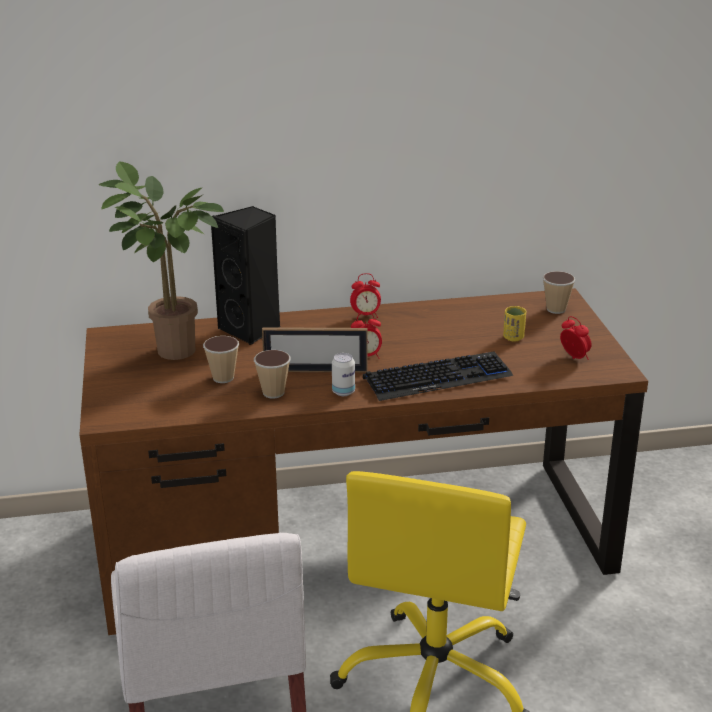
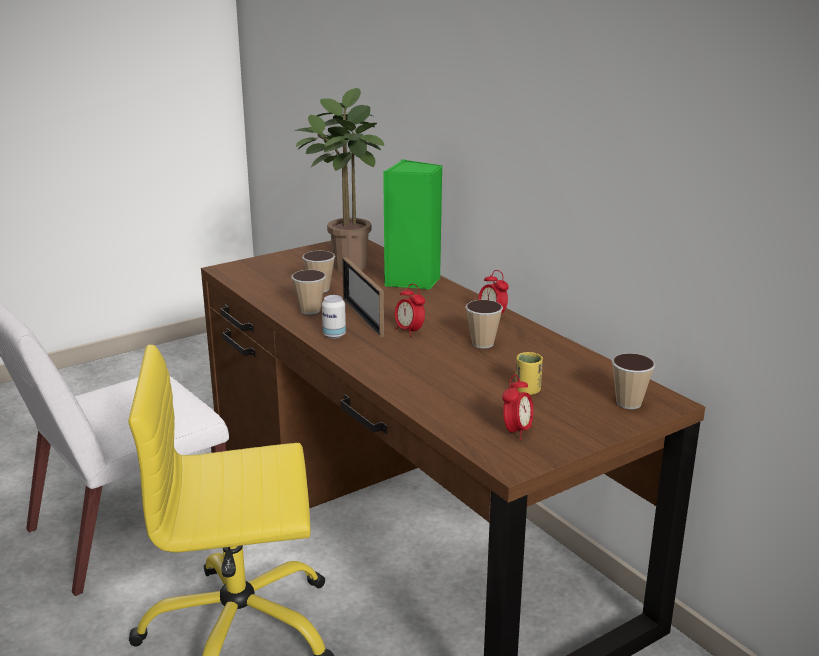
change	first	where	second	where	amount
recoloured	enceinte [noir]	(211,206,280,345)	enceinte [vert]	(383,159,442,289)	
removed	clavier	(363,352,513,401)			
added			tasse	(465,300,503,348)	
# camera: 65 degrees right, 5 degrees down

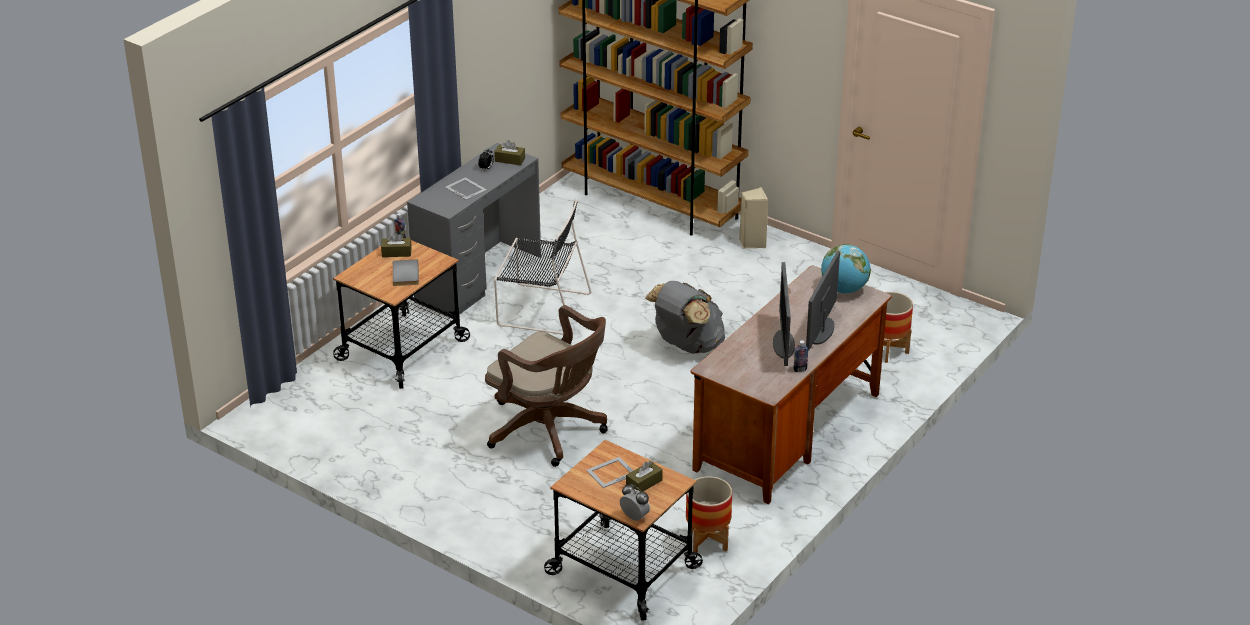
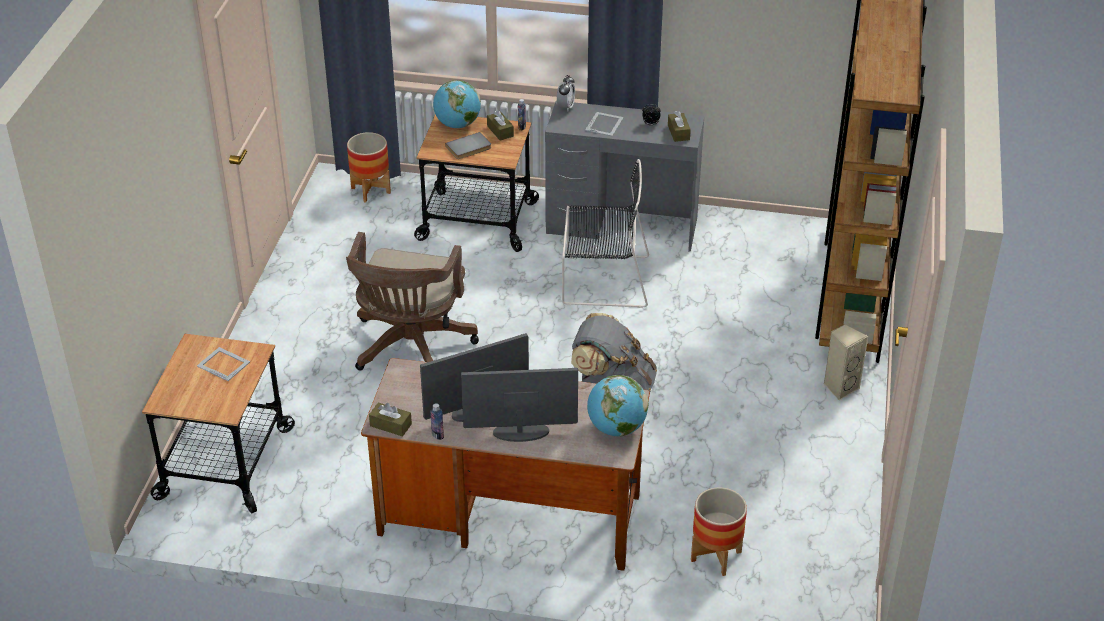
change	first	where	second	where	amount
turned	chaise [noir]	(494,198,591,334)		(562,159,649,308)	75 degrees counterclockwise
moved	réveil	(620,484,650,521)		(557,75,575,111)	
moved	boîte à mouchoirs [marron]	(626,460,663,492)		(369,402,412,437)	
moved	cache-pot	(686,476,732,553)		(347,132,391,203)	
added			globe	(433,80,481,128)	
# camera: 65 degrees right, 5 degrees up

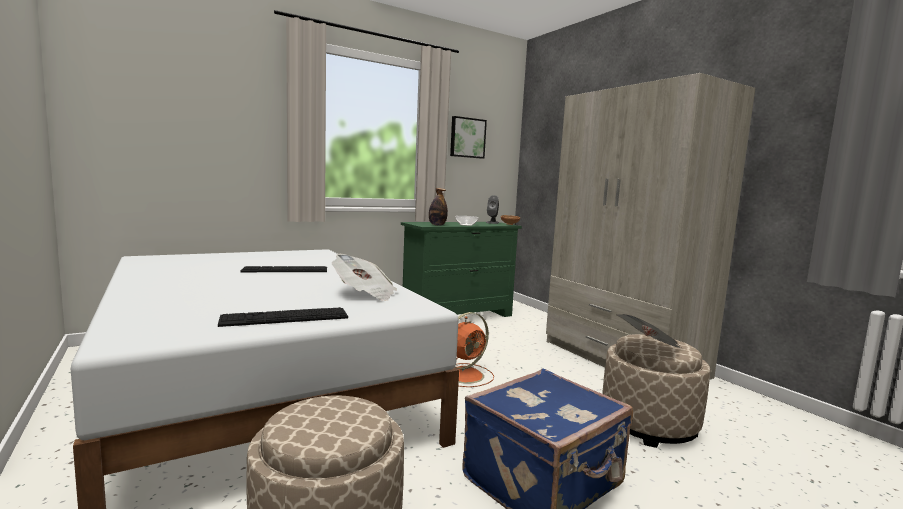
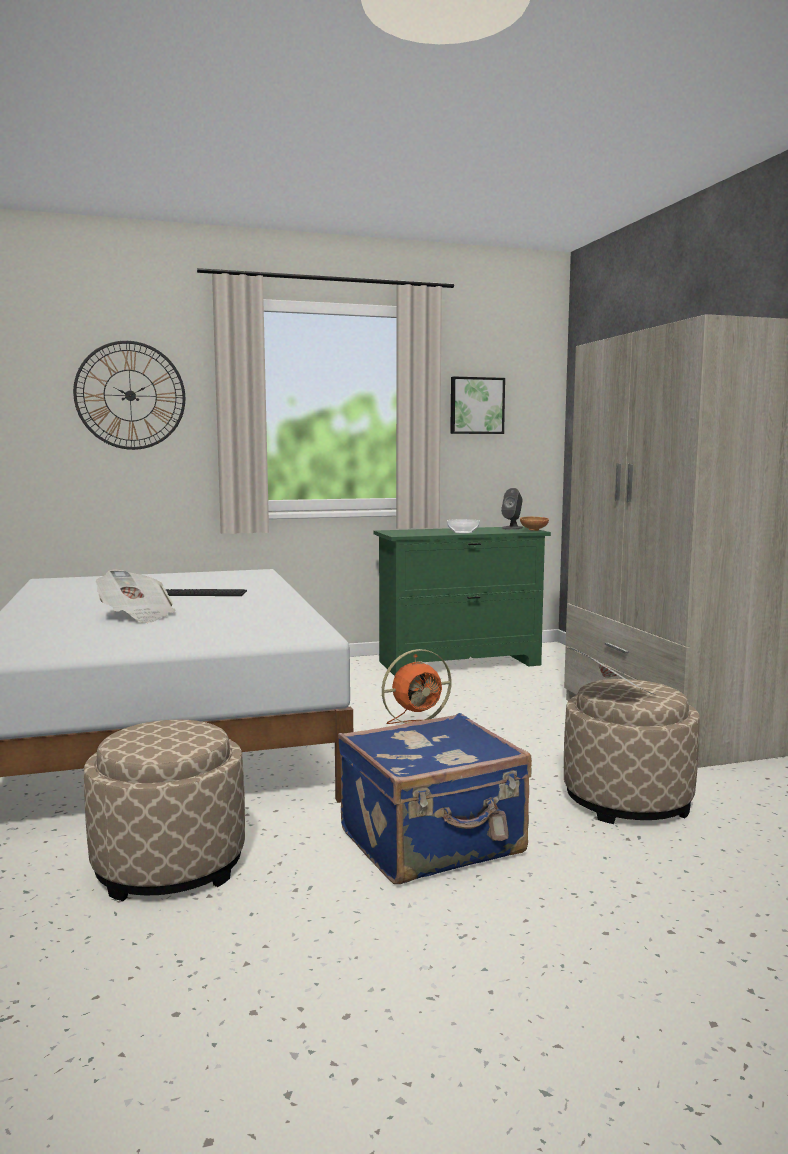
change	first	where	second	where	amount
removed	clavier	(218,307,348,327)			
moved	journal	(332,254,397,301)		(95,569,176,623)	
removed	bouteille	(429,188,448,226)			
added			horloge murale	(73,341,185,450)	
# camera: 15 degrees right, 0 degrees up

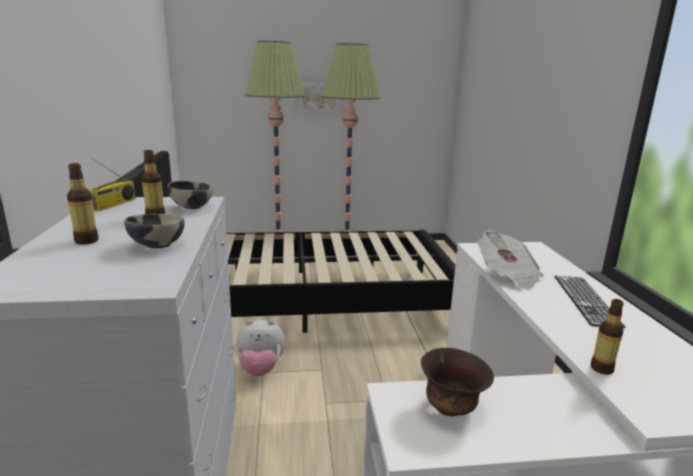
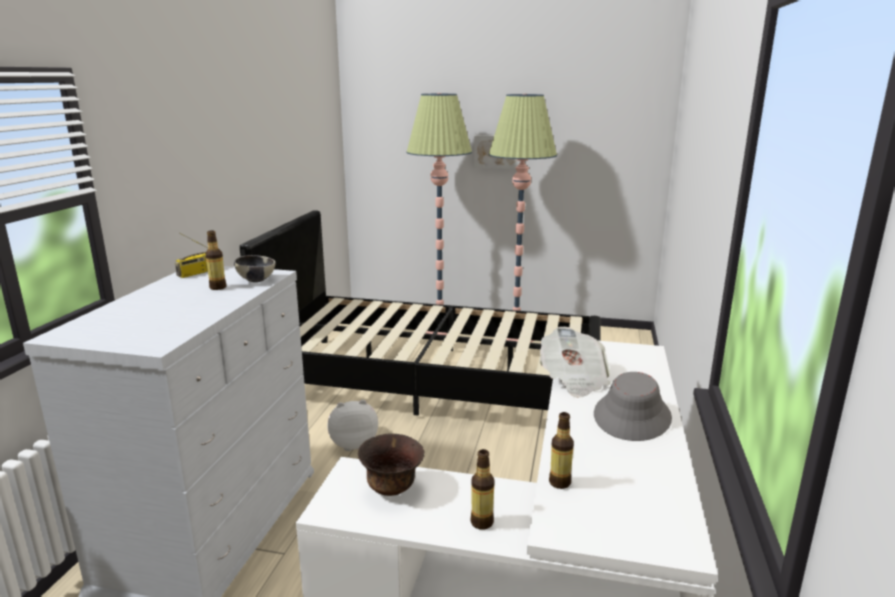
change	first	where	second	where	amount
moved	bouteille	(67,163,99,245)		(470,449,494,530)	
removed	bol	(124,214,185,248)			
turned	peluche	(236,320,285,376)		(327,400,378,451)	150 degrees clockwise
replaced	clavier	(554,276,626,328)	chapeau [gris]	(594,372,672,441)	
# camera: 20 degrees right, 0 degrees up

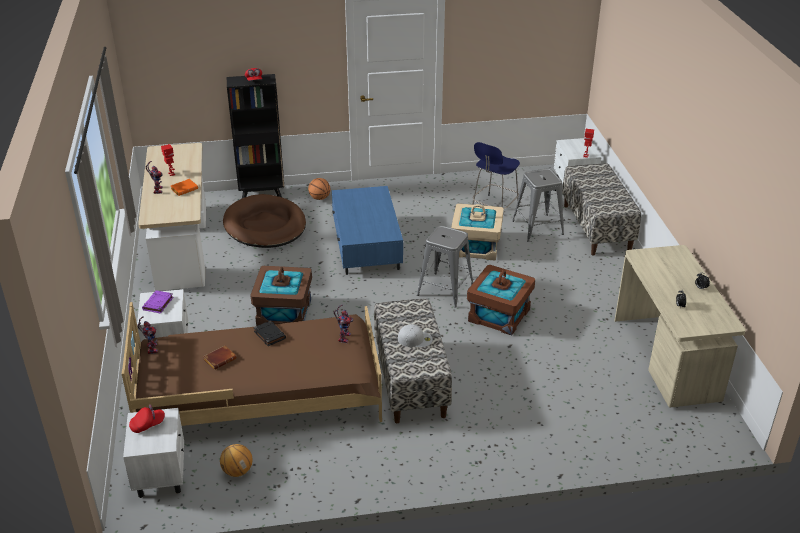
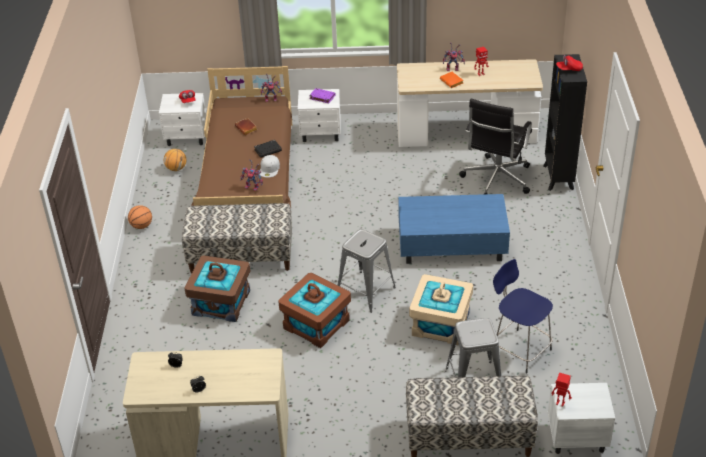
change	first	where	second	where	amount
replaced	panier pour chien [marron]	(223,194,306,248)	chaise de bureau [noir]	(459,99,532,194)	
moved	boîte de rangement [marron]	(250,266,312,326)		(185,255,250,322)	
moved	ballon de basket	(308,178,330,200)		(128,205,152,229)	
moved	casquette [blanc]	(398,324,433,347)		(259,155,280,178)	
# camera: 100 degrees right, 5 degrees up

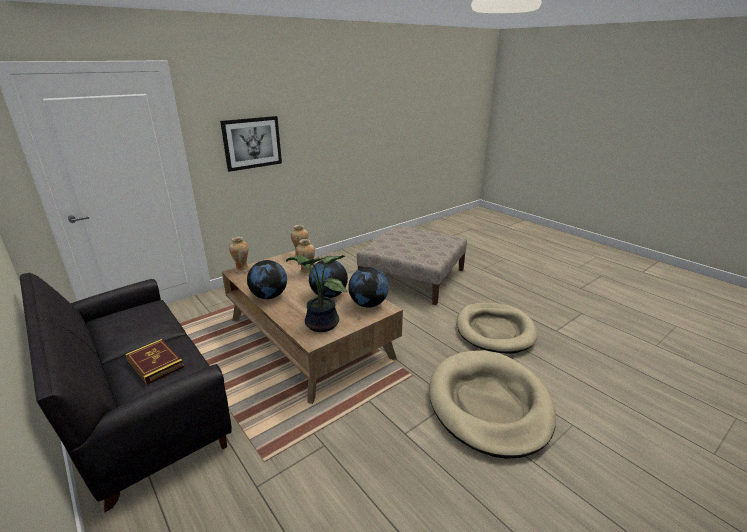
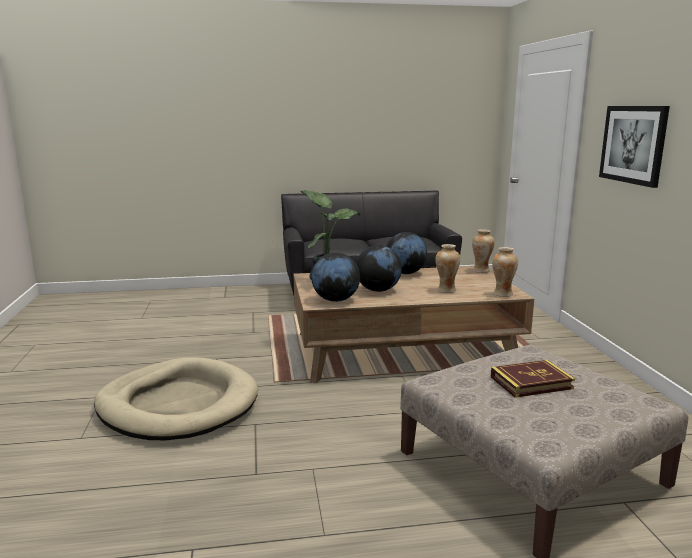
change	first	where	second	where	amount
moved	livre	(126,339,184,385)		(491,360,575,398)	
removed	panier pour chien [beige]	(457,303,537,354)			
# camera: 120 degrees right, 10 degrees down

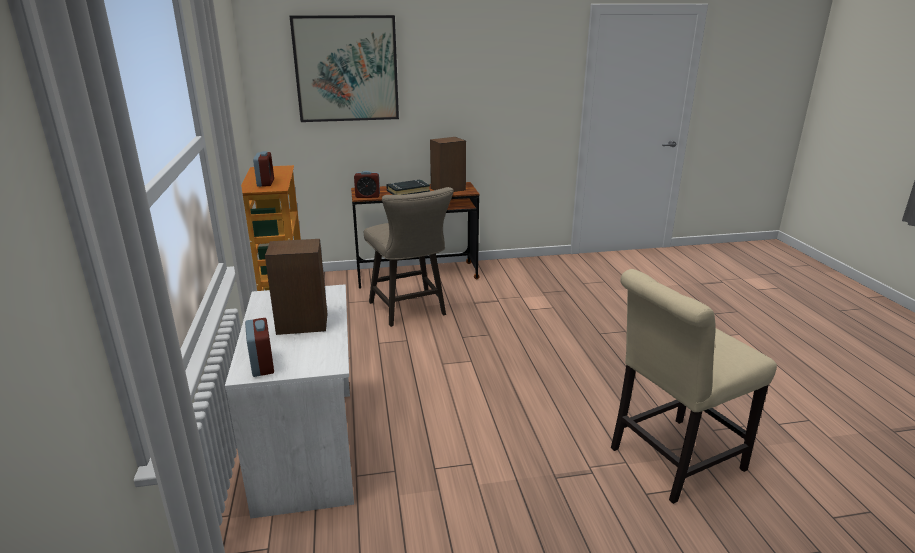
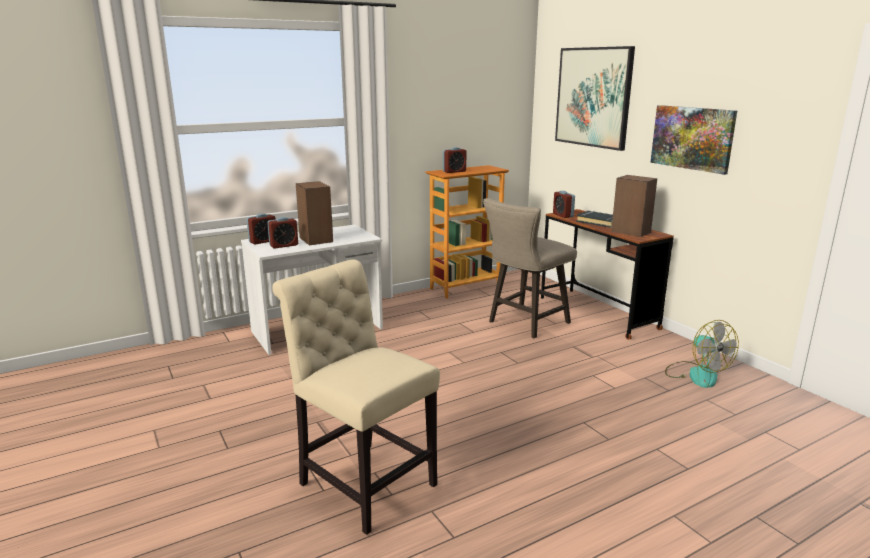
change	first	where	second	where	amount
added			réveil	(267,217,298,249)	
added			tableau	(650,105,737,175)	
added			ventilateur	(665,320,739,388)	
# camera: 70 degrees right, 5 degrees down

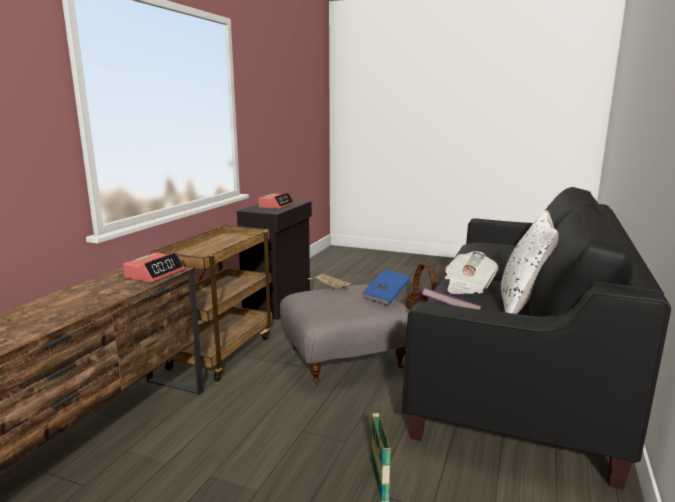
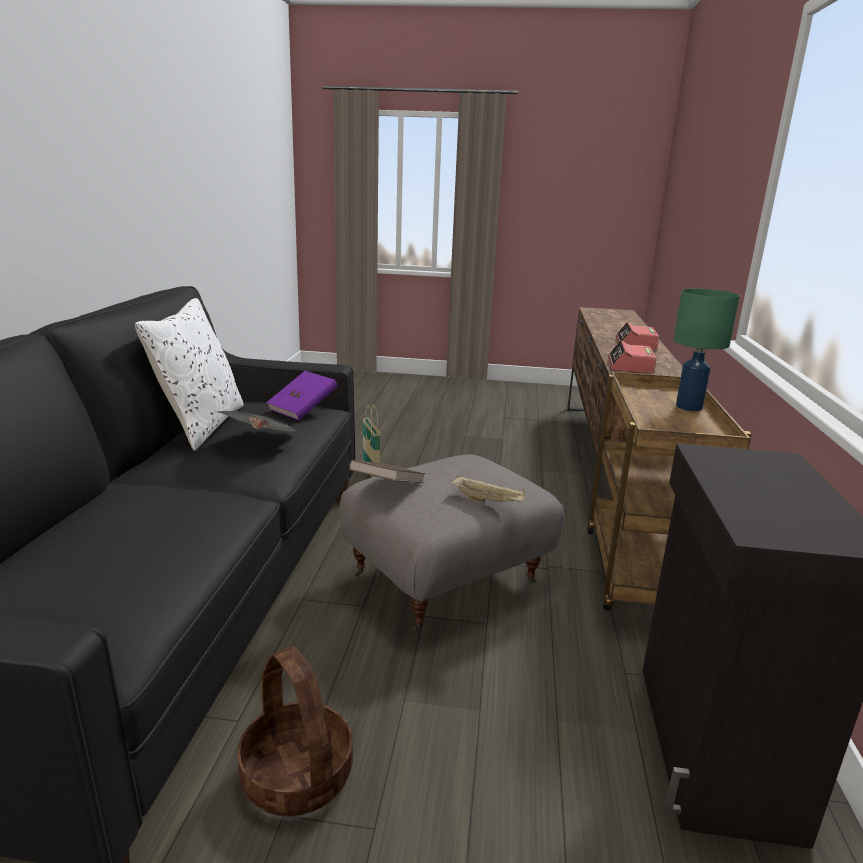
change	first	where	second	where	amount
moved	réveil	(259,192,294,209)		(616,322,659,350)	
recoloured	livre [bleu]	(362,269,410,305)	livre [marron]	(349,460,425,483)	
added			lampe de table [vert]	(674,289,740,411)	
# camera: 165 degrees right, 5 degrees up

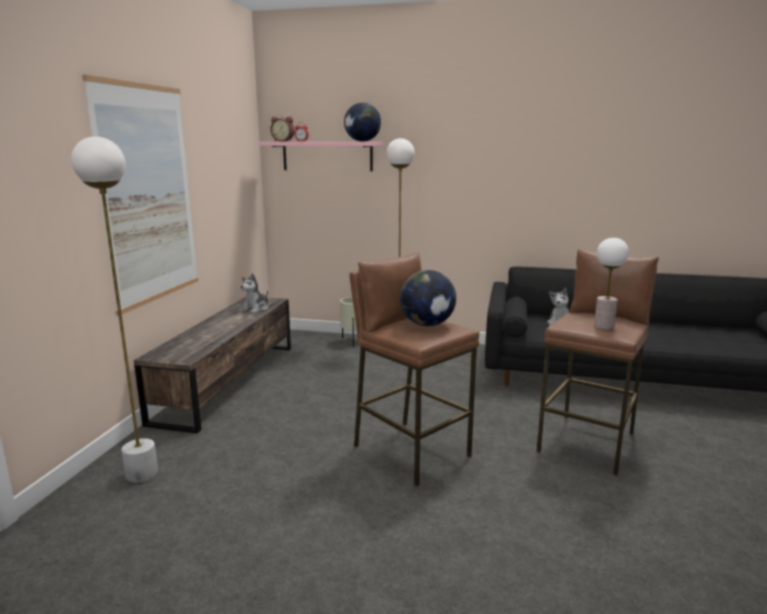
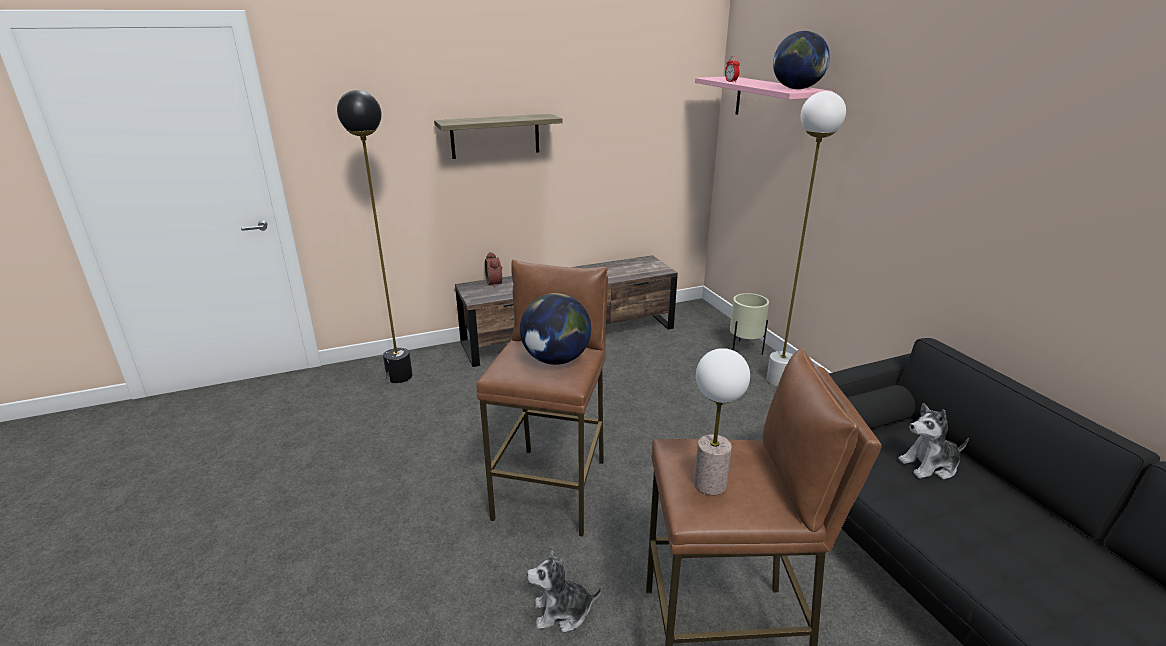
change	first	where	second	where	amount
recoloured	lampadaire [blanc]	(71,136,158,483)	lampadaire [noir]	(337,90,413,383)	
replaced	tableau	(82,75,198,316)	étagère	(434,114,563,159)	
moved	peluche	(241,273,269,313)		(527,546,602,632)	
moved	réveil	(270,116,295,141)		(485,252,502,288)	
# camera: 55 degrees right, 10 degrees up

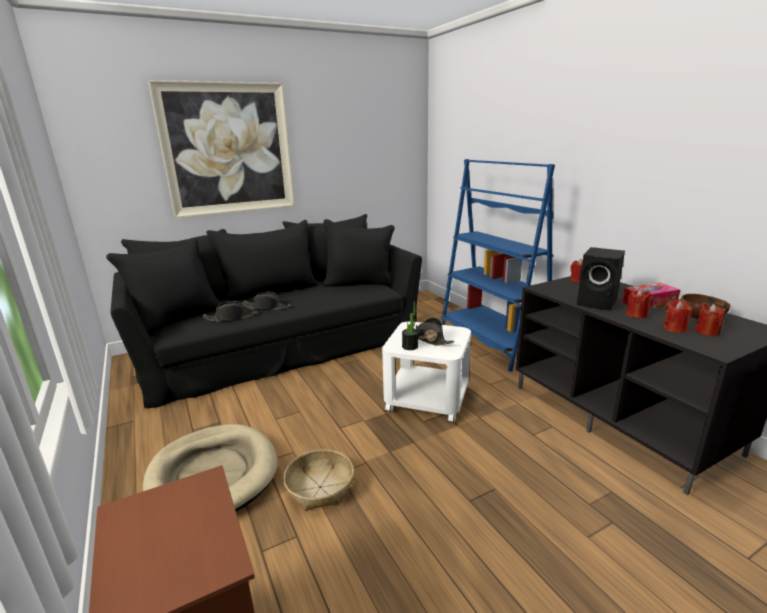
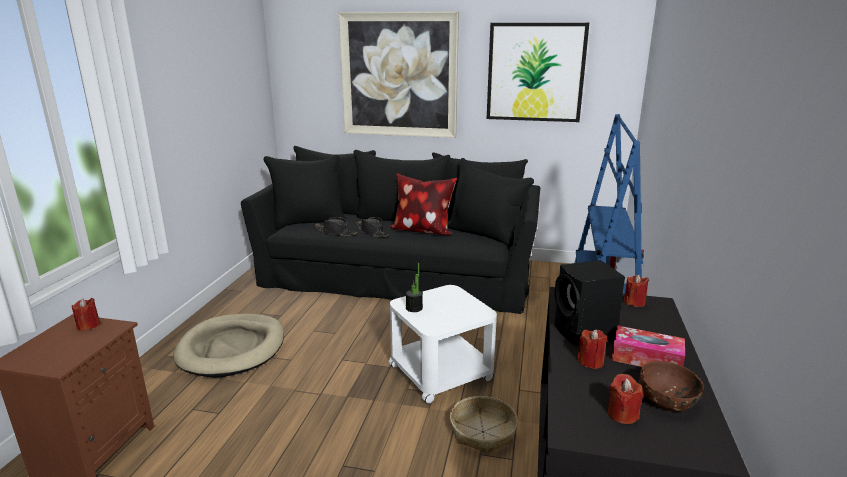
change	first	where	second	where	amount
moved	panier	(284,449,354,511)		(450,396,518,454)	
removed	chapeau [noir]	(413,317,455,346)			
moved	bougie [rouge]	(663,300,692,333)		(72,298,100,331)	
added			coussin	(390,173,457,235)	
added			tableau	(487,23,589,122)	
# camera: 40 degrees right, 0 degrees up

